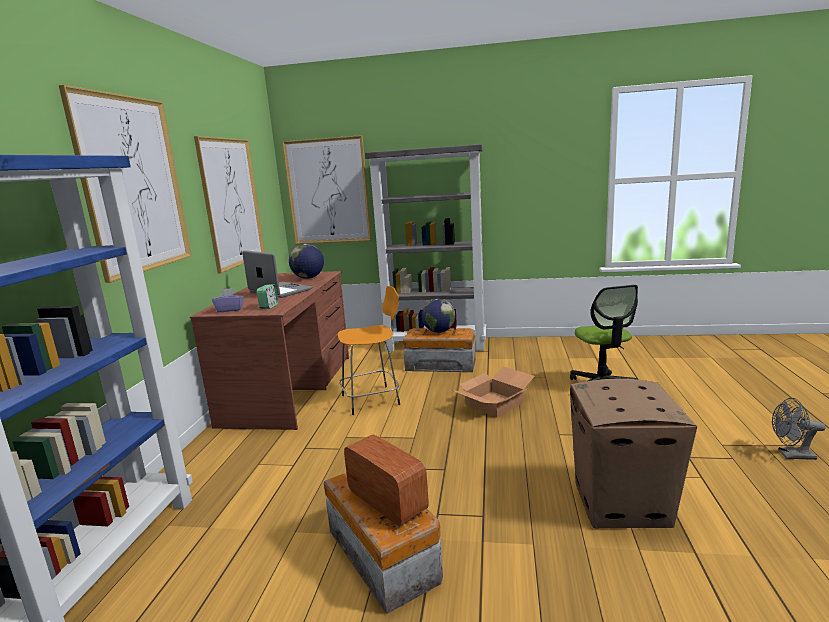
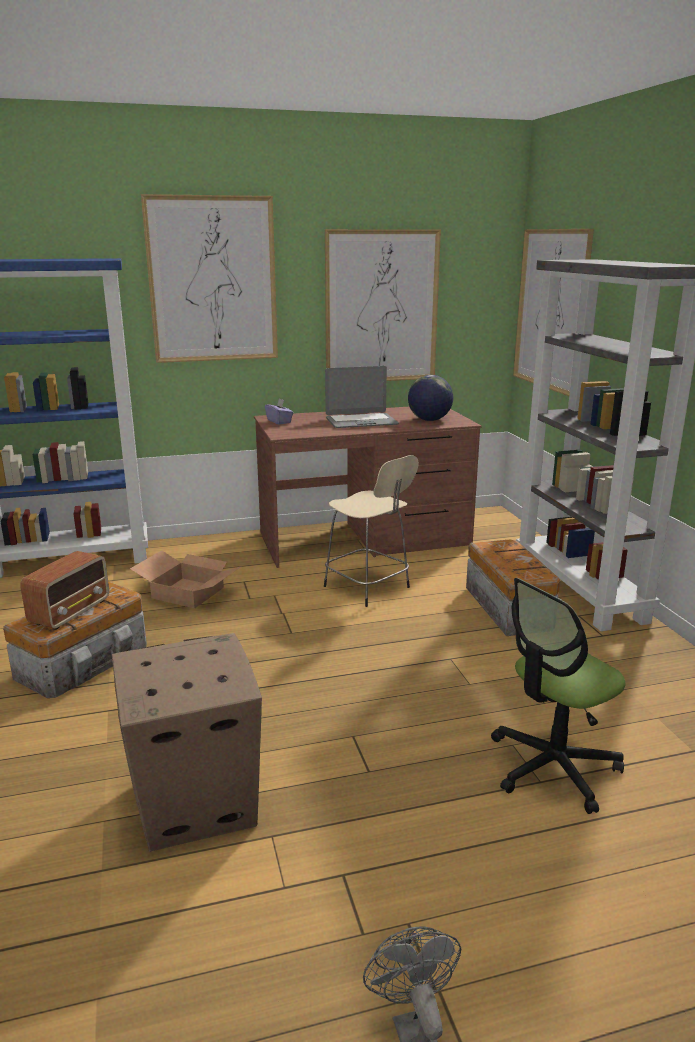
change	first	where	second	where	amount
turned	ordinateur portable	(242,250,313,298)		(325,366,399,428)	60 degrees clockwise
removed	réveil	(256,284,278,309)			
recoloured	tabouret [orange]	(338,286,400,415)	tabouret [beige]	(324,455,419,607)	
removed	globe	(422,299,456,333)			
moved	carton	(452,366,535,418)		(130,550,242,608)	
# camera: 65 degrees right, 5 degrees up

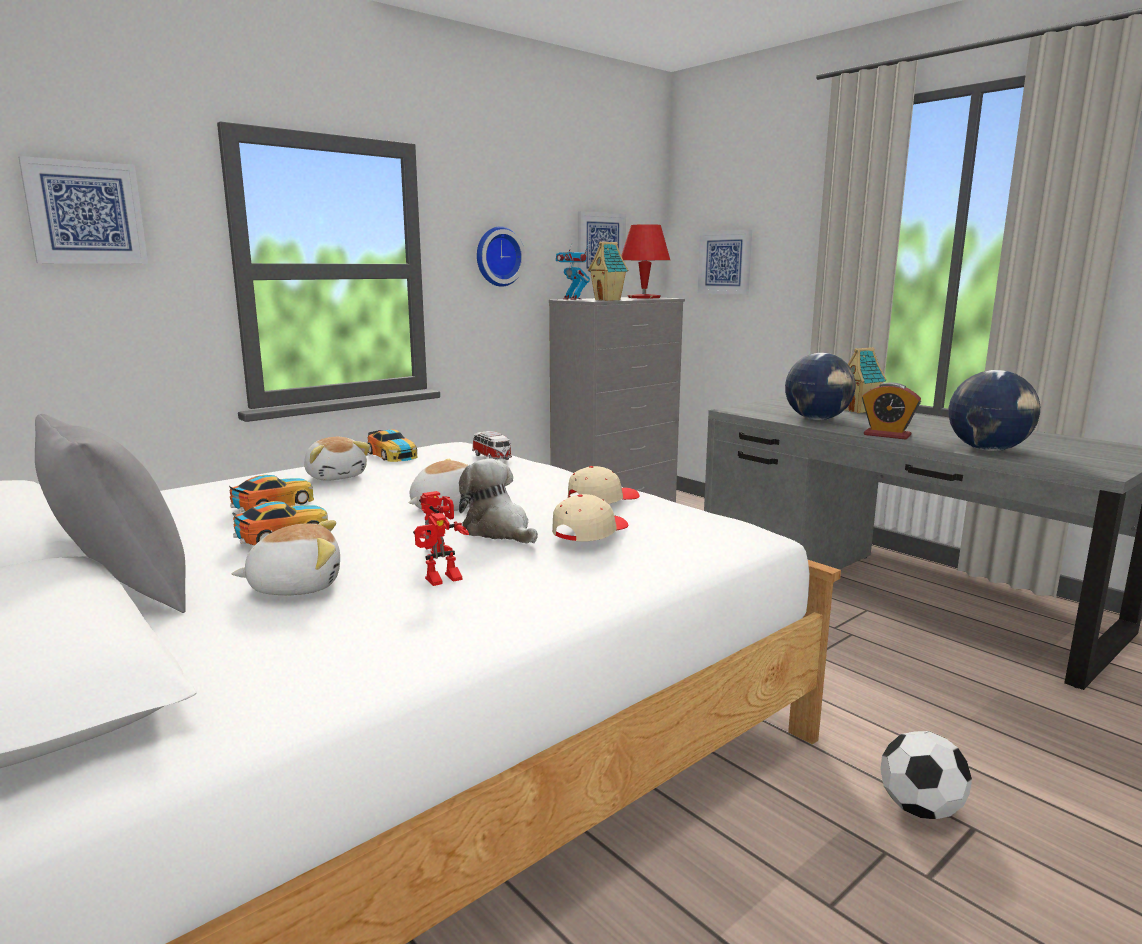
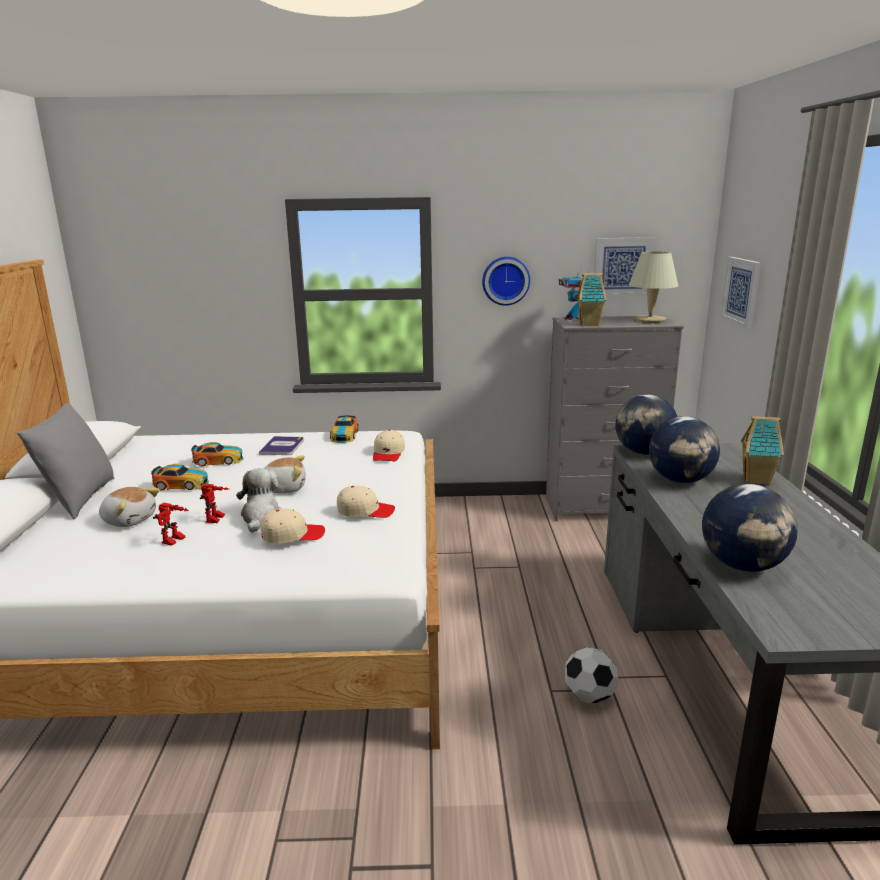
change	first	where	second	where	amount
removed	tableau	(18,156,148,264)			
replaced	peluche	(304,437,370,481)	livre	(259,436,304,455)	
turned	robot jouet	(413,513,469,586)		(153,503,189,546)	75 degrees counterclockwise
replaced	petite voiture	(472,431,512,460)	casquette [beige]	(373,429,405,461)	
recoloured	lampe de table [rouge]	(621,224,670,298)	lampe de table [beige]	(629,251,678,323)	
removed	réveil	(862,382,921,440)			
moved	ballon de foot	(880,731,972,819)		(565,647,618,703)	
added			globe	(616,395,677,455)	
# camera: 40 degrees right, 5 degrees up

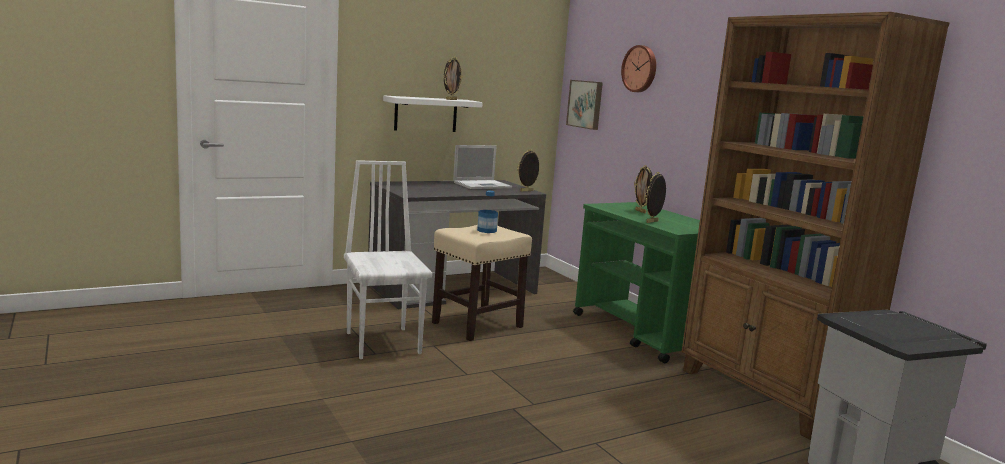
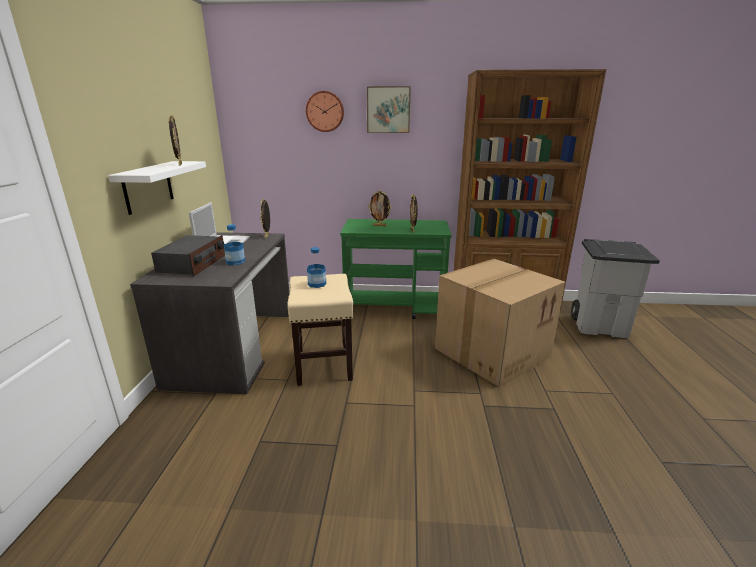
change	first	where	second	where	amount
removed	chaise [blanc]	(344,160,432,359)			
moved	tableau	(566,80,603,130)		(367,86,411,133)	
added			radio	(151,235,225,276)	
added			bouteille	(224,224,245,265)	
added			carton	(435,259,565,387)	
# camera: 55 degrees left, 10 degrees up

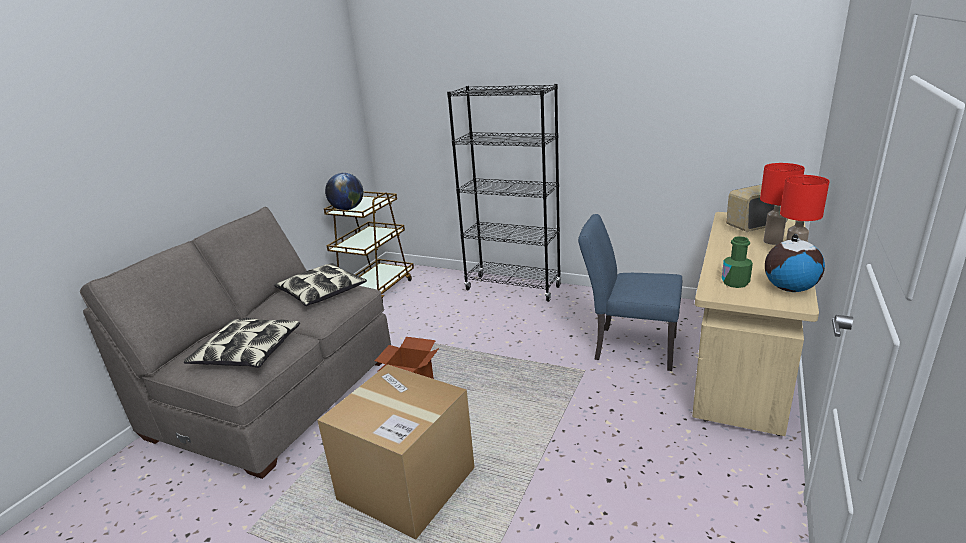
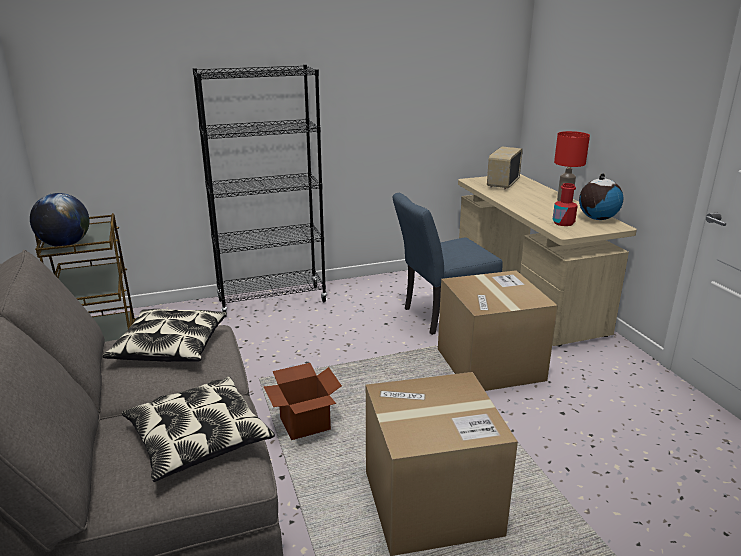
change	first	where	second	where	amount
recoloured	bouteille [vert]	(722,236,753,288)	bouteille [rouge]	(553,183,578,226)	
removed	lampe de table [rouge]	(760,163,805,245)			
added			carton	(438,270,558,391)	
# camera: 45 degrees left, 0 degrees up

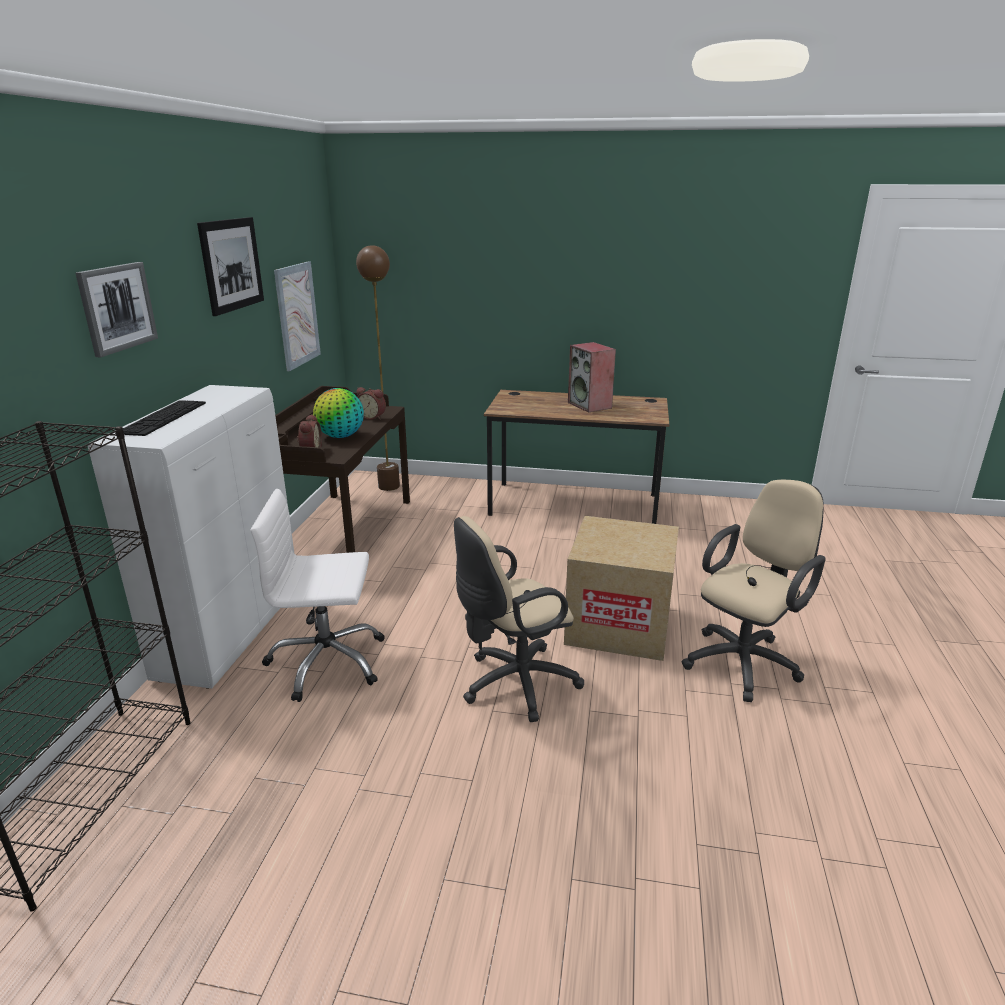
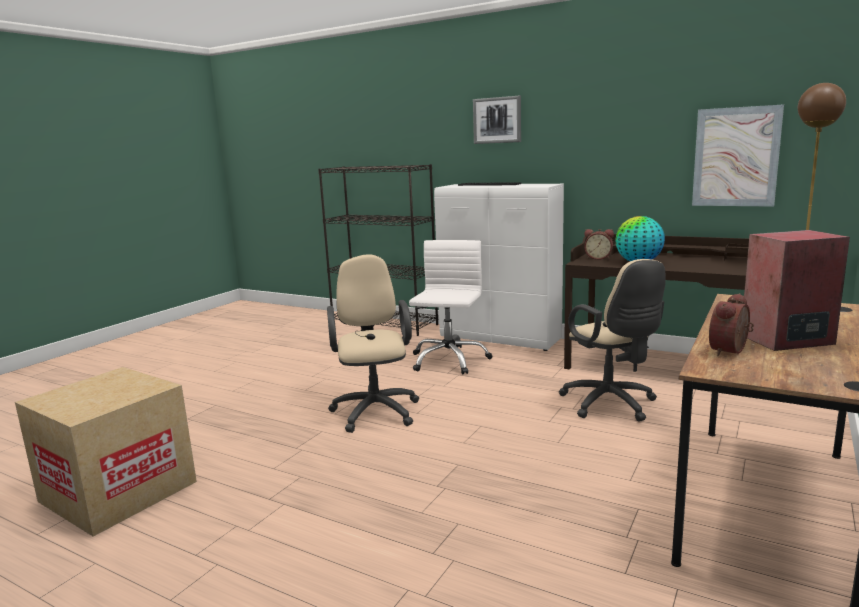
change	first	where	second	where	amount
removed	tableau	(197,217,264,316)			
moved	réveil	(357,387,386,420)		(709,293,754,356)	
moved	carton	(564,516,679,661)		(15,367,197,537)	
moved	chaise de bureau [beige]	(682,479,826,702)		(559,259,666,422)	
# camera: 110 degrees right, 10 degrees down

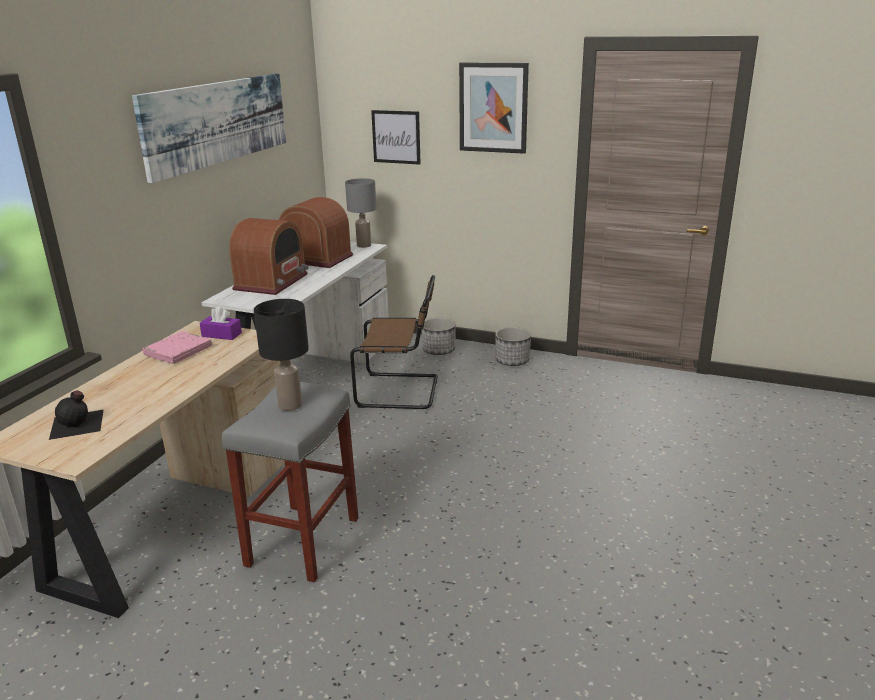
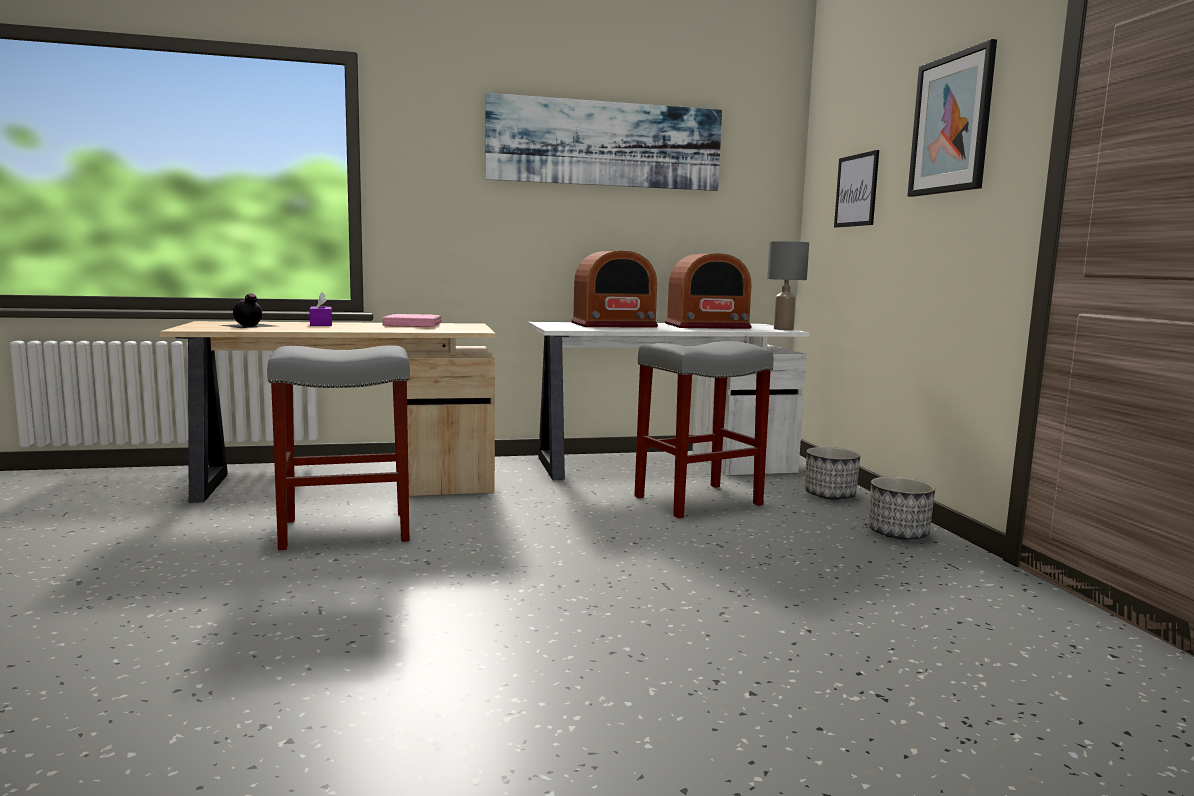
change	first	where	second	where	amount
moved	boîte à mouchoirs [violet]	(200,307,242,340)		(309,292,332,326)	
removed	lampe de table [noir]	(254,299,309,411)			
turned	radio	(279,197,353,268)		(665,254,752,329)	90 degrees clockwise
replaced	chaise [marron]	(350,275,438,409)	tabouret [gris]	(634,341,774,519)	
# camera: 55 degrees right, 15 degrees down

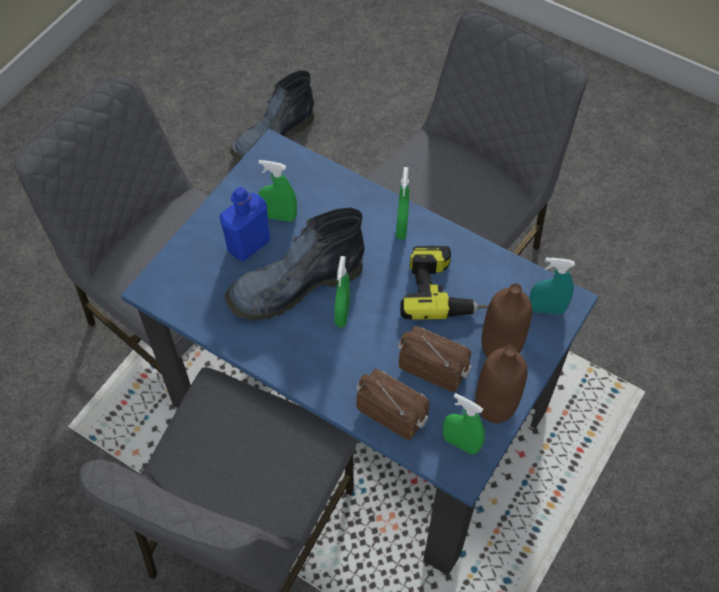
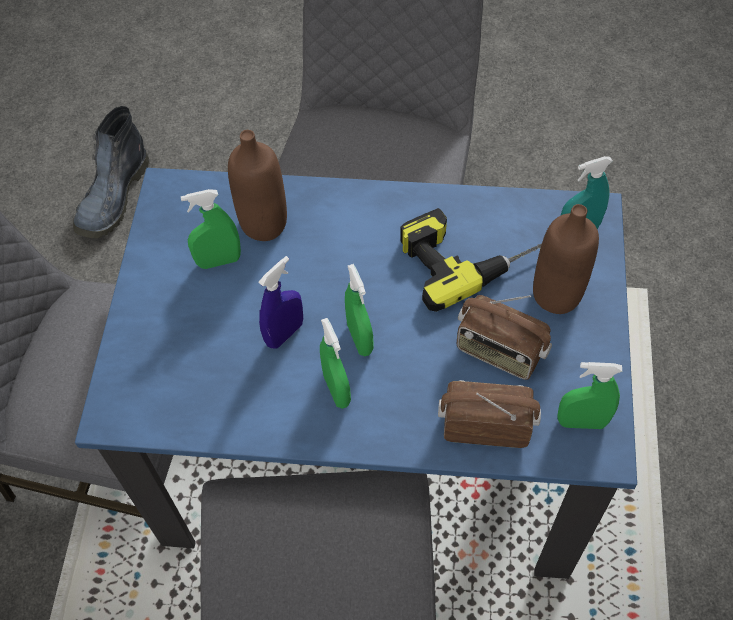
change	first	where	second	where	amount
removed	bouteille [bleu]	(220,187,270,261)			
replaced	botte	(225,208,365,320)	vaporisateur [bleu]	(258,256,303,349)	
moved	vaporisateur [vert]	(396,167,409,240)		(320,318,351,409)	
turned	radio	(398,326,472,392)		(457,295,552,380)	150 degrees counterclockwise
moved	bouteille [marron]	(475,345,528,423)		(228,130,287,241)	
# camera: 25 degrees left, 0 degrees up

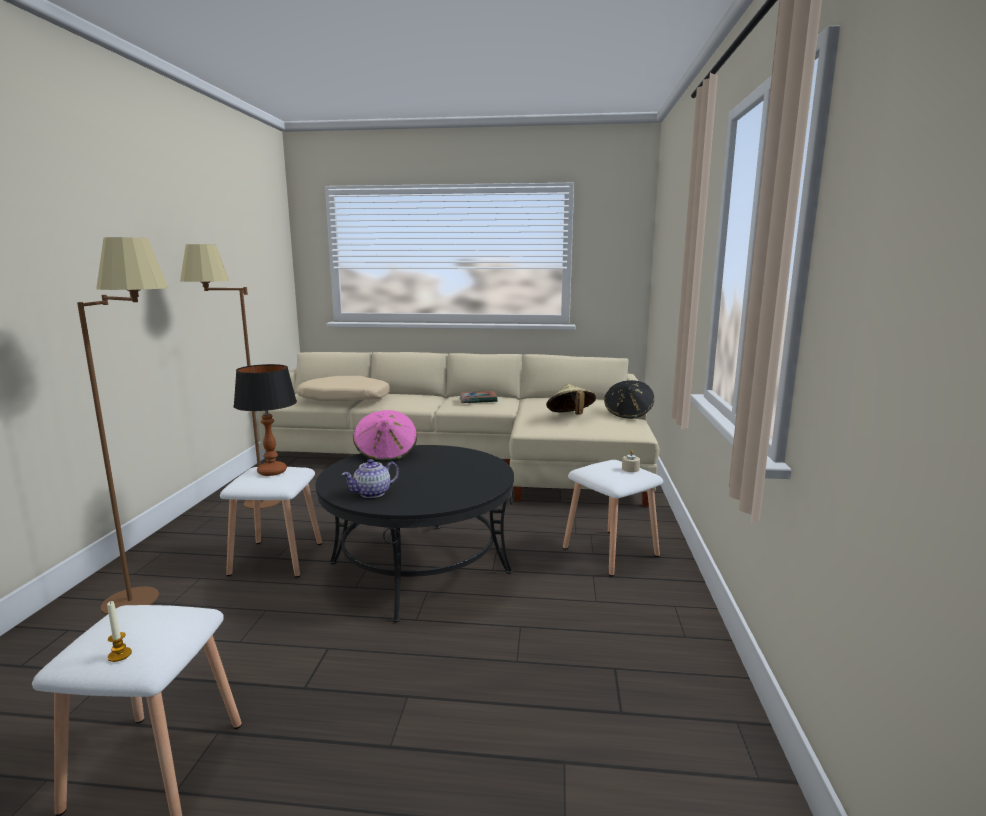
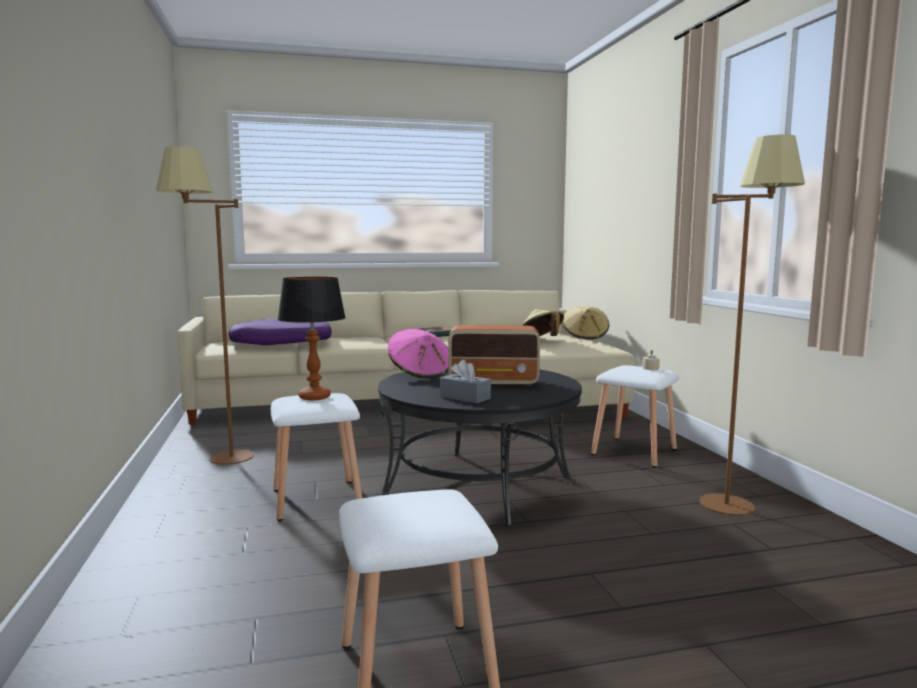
change	first	where	second	where	amount
moved	lampadaire [marron]	(77,237,168,615)		(699,134,805,516)	
removed	bougie	(107,601,132,662)			
recoloured	coussin [beige]	(296,376,390,402)	coussin [violet]	(229,318,332,345)	
replaced	théière	(342,459,399,498)	boîte à mouchoirs [gris]	(440,359,491,403)	
recoloured	chapeau [noir]	(604,380,654,419)	chapeau [beige]	(562,306,609,340)	
added			radio	(448,325,540,387)	
# camera: 20 degrees left, 5 degrees down

